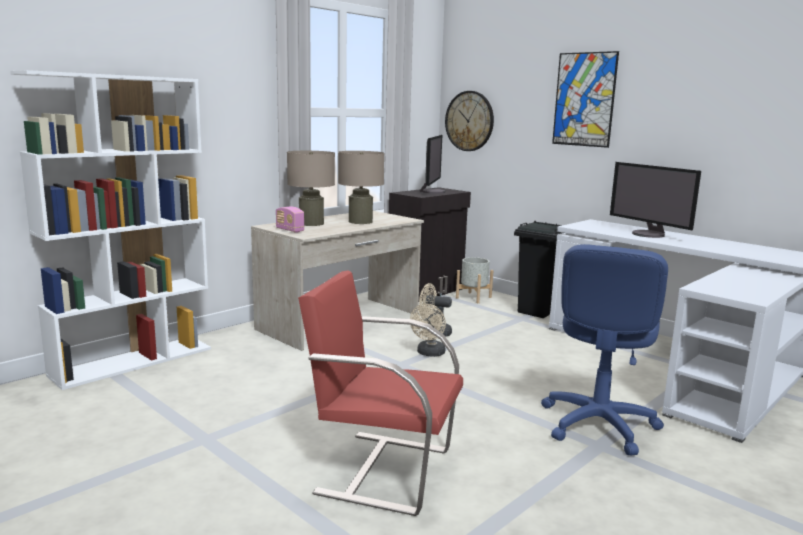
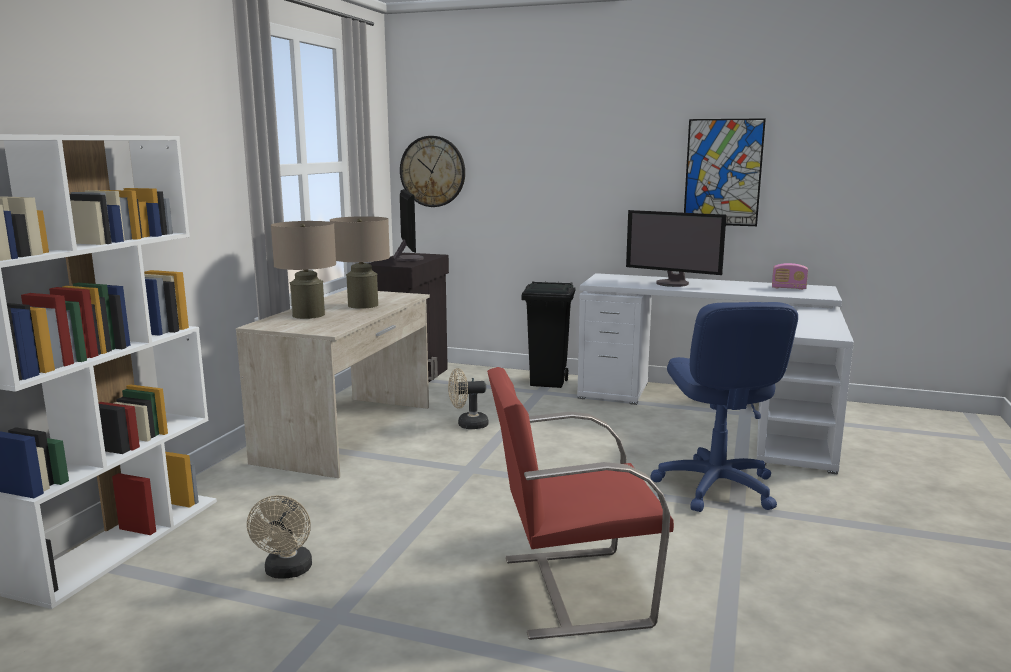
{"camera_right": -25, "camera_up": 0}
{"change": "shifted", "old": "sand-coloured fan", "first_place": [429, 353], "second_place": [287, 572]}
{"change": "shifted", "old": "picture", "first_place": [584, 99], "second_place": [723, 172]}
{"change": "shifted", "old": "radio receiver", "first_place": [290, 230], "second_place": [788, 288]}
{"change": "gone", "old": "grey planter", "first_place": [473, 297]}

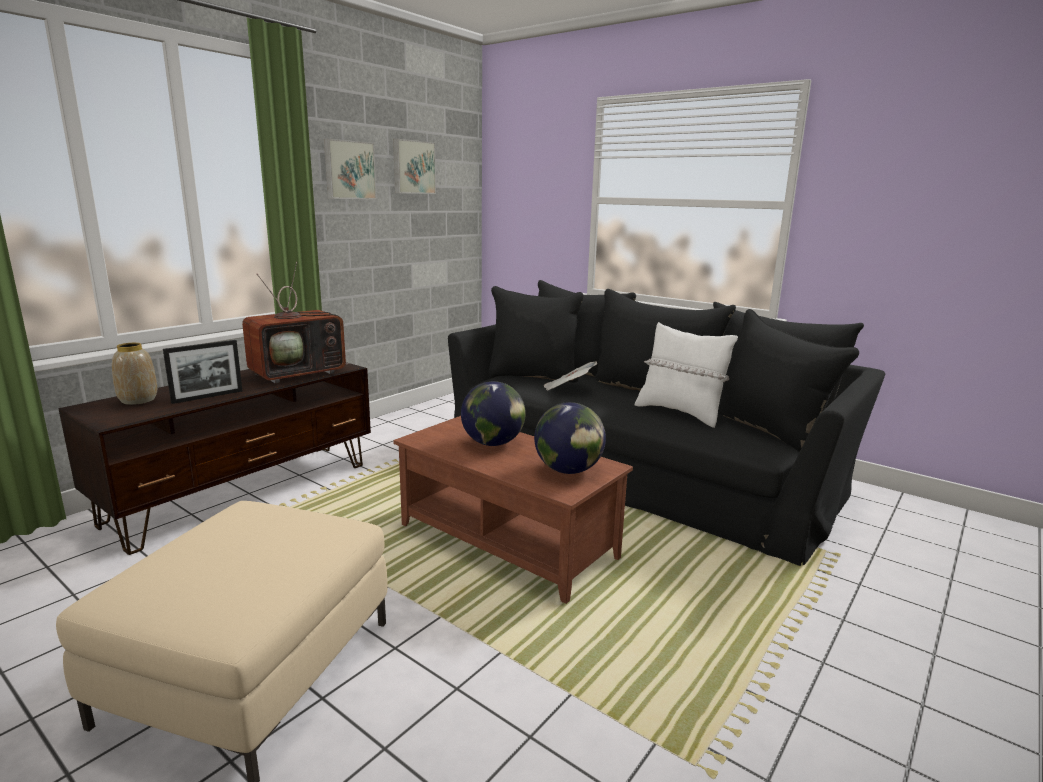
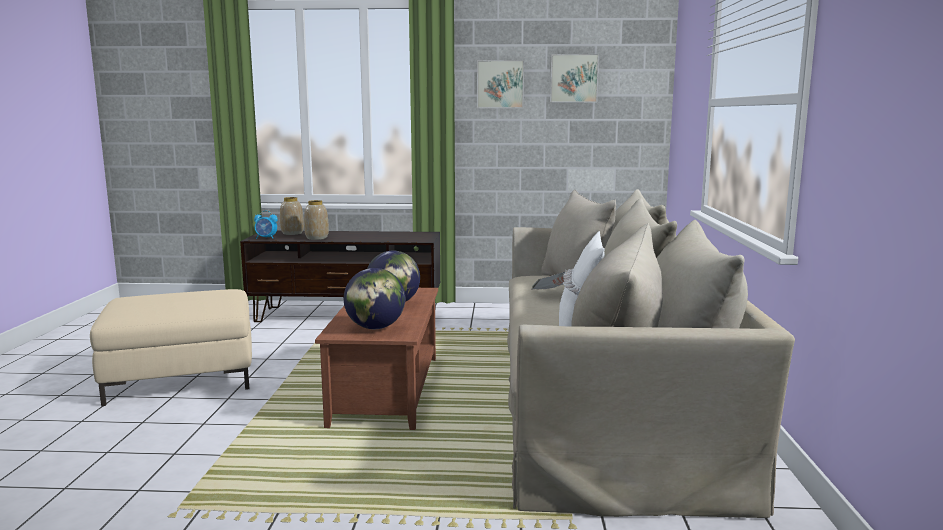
{"camera_right": 55, "camera_up": -5}
{"change": "new", "new": "bedside clock", "second_place": [266, 238]}
{"change": "swapped", "old": "photo frame", "new": "vase", "first_place": [207, 397], "second_place": [317, 238]}
{"change": "repainted", "old": "blackish couch", "new": "sand-coloured couch", "first_place": [638, 468], "second_place": [602, 399]}
{"change": "gone", "old": "TV", "first_place": [299, 373]}

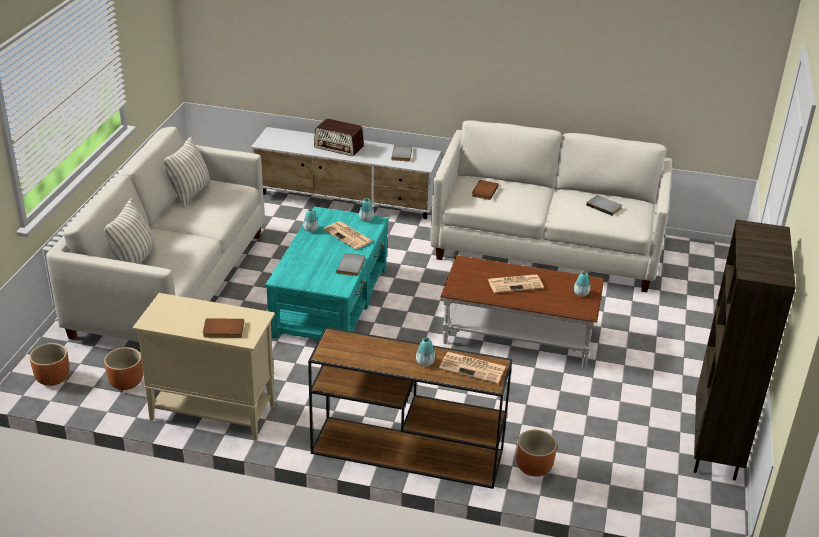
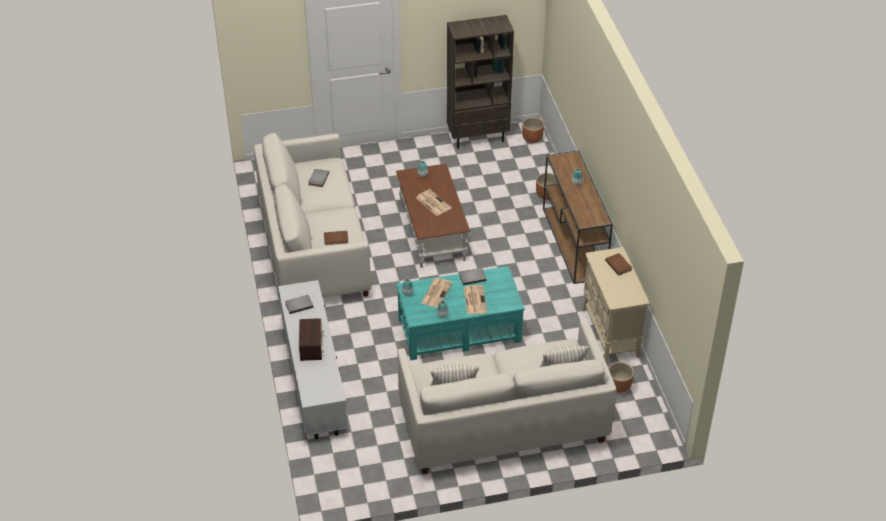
{"camera_right": -115, "camera_up": 10}
{"change": "shifted", "old": "newspaper", "first_place": [473, 368], "second_place": [474, 300]}
{"change": "shifted", "old": "brownish planter", "first_place": [53, 379], "second_place": [532, 138]}

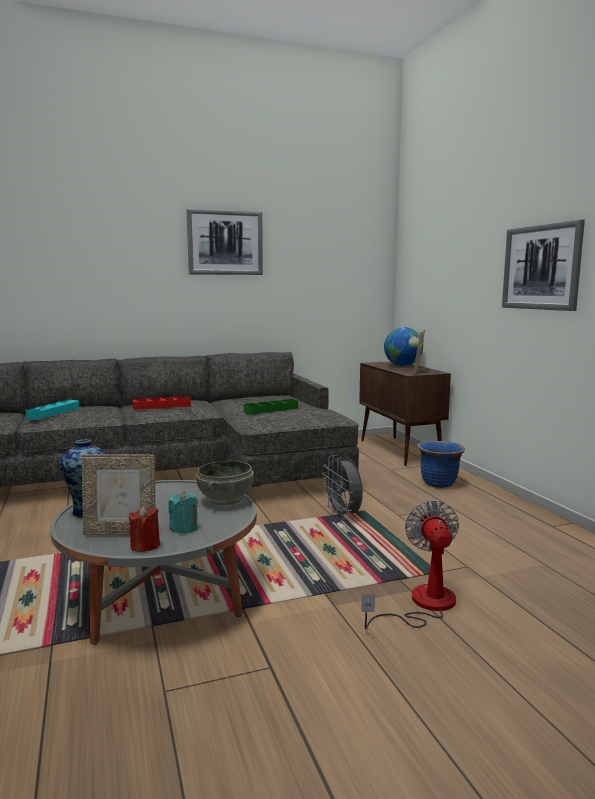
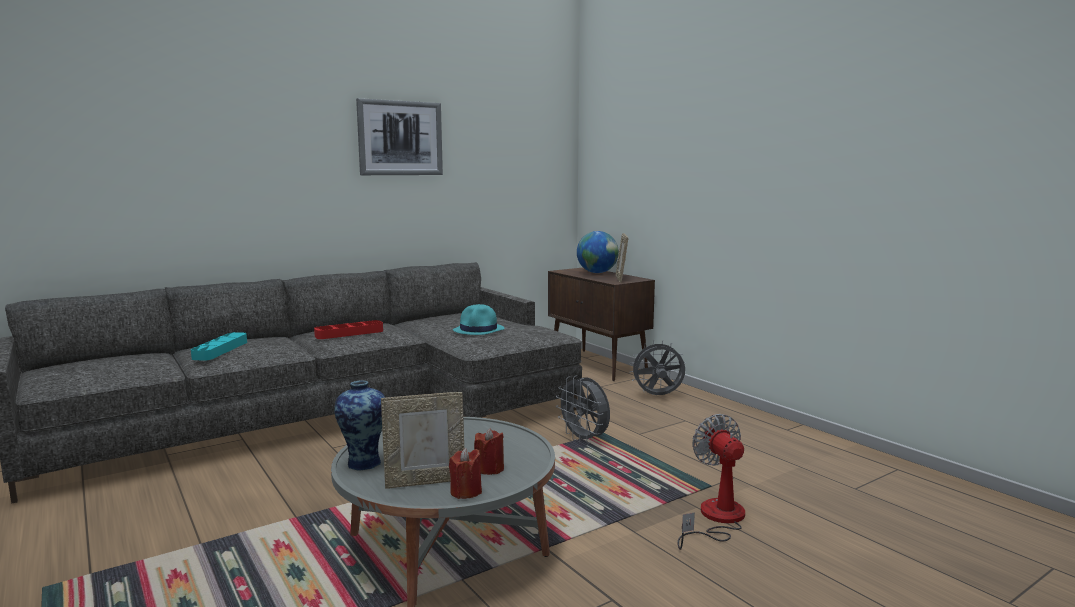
{"camera_right": -15, "camera_up": 0}
{"change": "swapped", "old": "green-coloured carrying tray", "new": "turquoise wearable hat", "first_place": [271, 410], "second_place": [479, 330]}
{"change": "repainted", "old": "turquoise wax candle", "new": "red-coloured wax candle", "first_place": [184, 528], "second_place": [489, 469]}
{"change": "swapped", "old": "bluish planter", "new": "grey fan", "first_place": [438, 483], "second_place": [657, 396]}
{"change": "gone", "old": "grey deep dish", "first_place": [226, 499]}
{"change": "gone", "old": "picture", "first_place": [541, 267]}

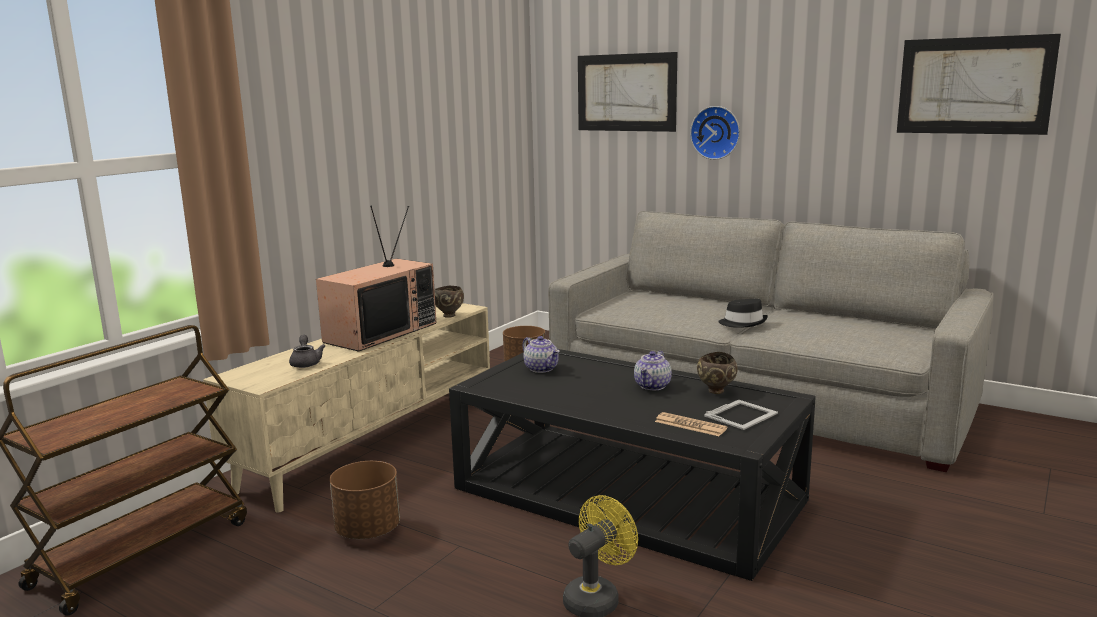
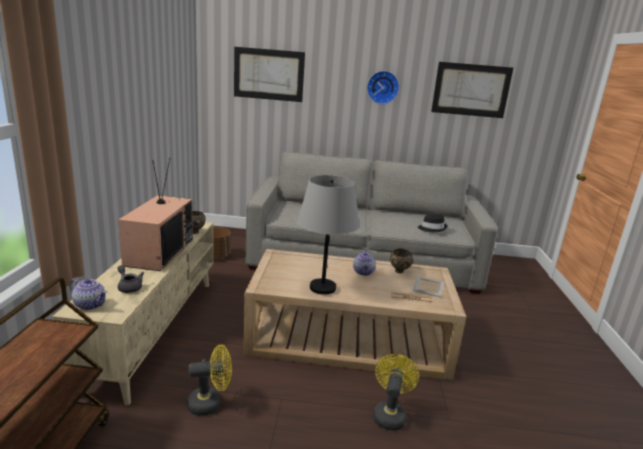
{"camera_right": -30, "camera_up": 5}
{"change": "shifted", "old": "tea pot", "first_place": [542, 368], "second_place": [90, 305]}
{"change": "swapped", "old": "brownish planter", "new": "yellow fan", "first_place": [368, 530], "second_place": [210, 403]}
{"change": "repainted", "old": "blackish lounge table", "new": "sand-coloured lounge table", "first_place": [628, 493], "second_place": [348, 337]}
{"change": "new", "new": "grey table lamp", "second_place": [322, 288]}
{"change": "shifted", "old": "wall clock", "first_place": [716, 132], "second_place": [382, 87]}
{"change": "shifted", "old": "blackish wearable hat", "first_place": [743, 323], "second_place": [432, 228]}

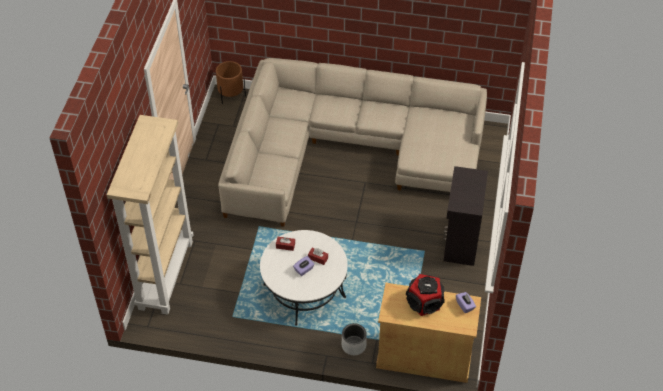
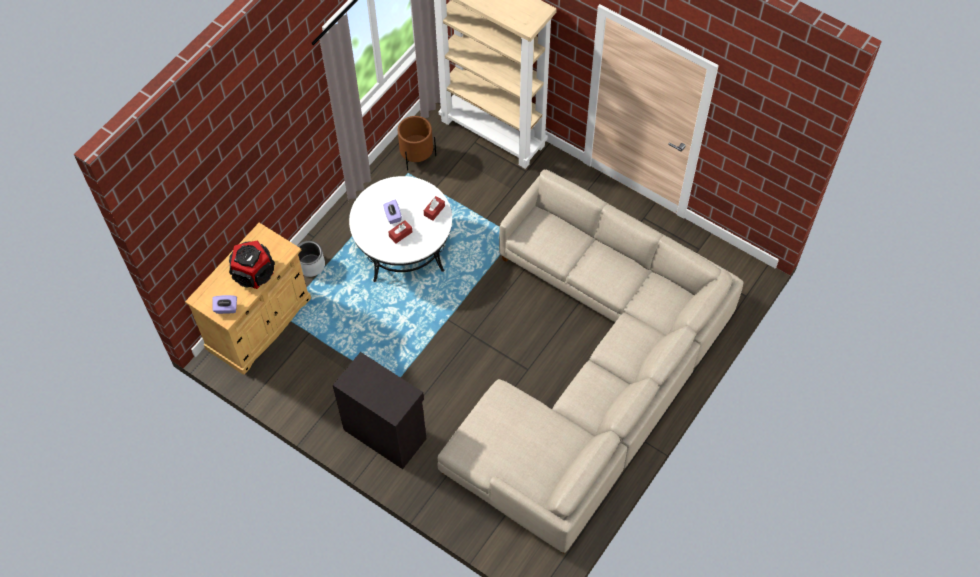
{"camera_right": 115, "camera_up": 10}
{"change": "shifted", "old": "brownish planter", "first_place": [231, 95], "second_place": [417, 156]}

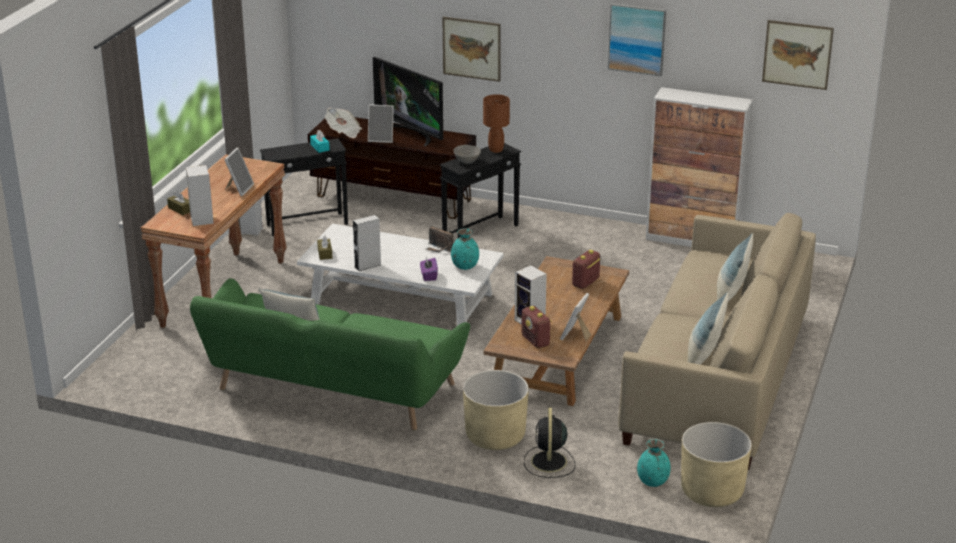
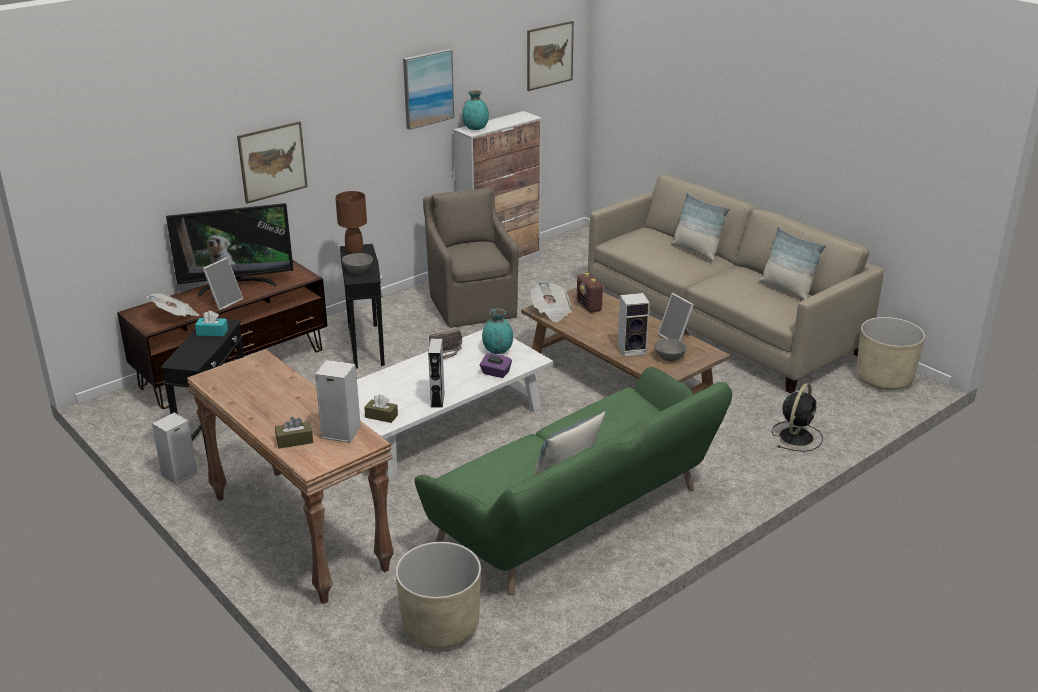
{"camera_right": -60, "camera_up": 0}
{"change": "shifted", "old": "sand-coloured planter", "first_place": [495, 436], "second_place": [441, 626]}
{"change": "new", "new": "brownish easy chair", "second_place": [472, 305]}
{"change": "shifted", "old": "turquoise vase", "first_place": [653, 481], "second_place": [475, 128]}
{"change": "new", "new": "newspaper", "second_place": [551, 312]}
{"change": "swapped", "old": "radio receiver", "new": "grey deep dish", "first_place": [535, 341], "second_place": [670, 357]}
{"change": "rotated", "old": "blackish fan", "first_place": [549, 462], "second_place": [796, 436], "degrees": -90}
{"change": "gone", "old": "photo frame", "first_place": [239, 189]}

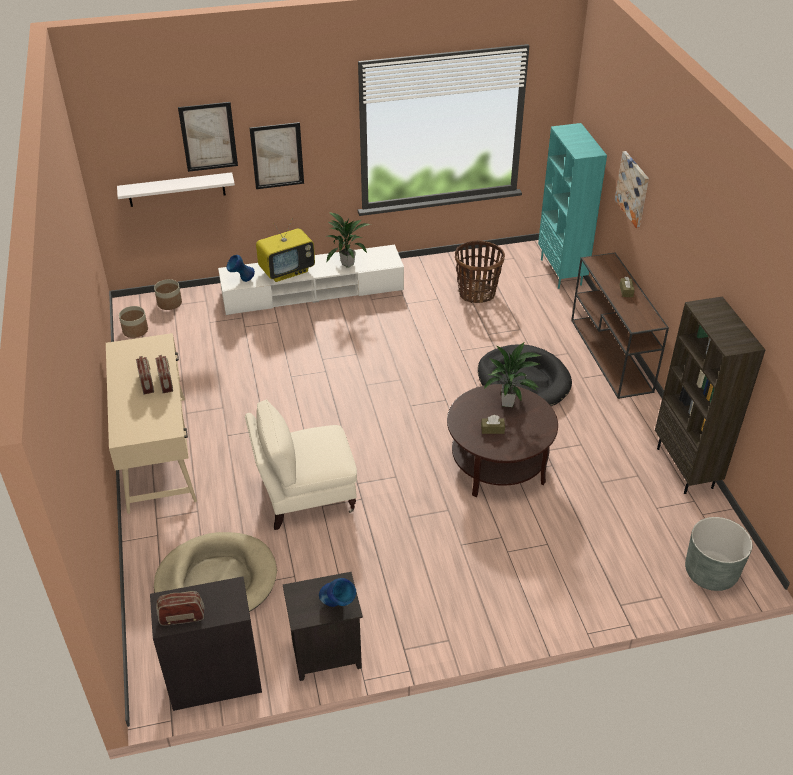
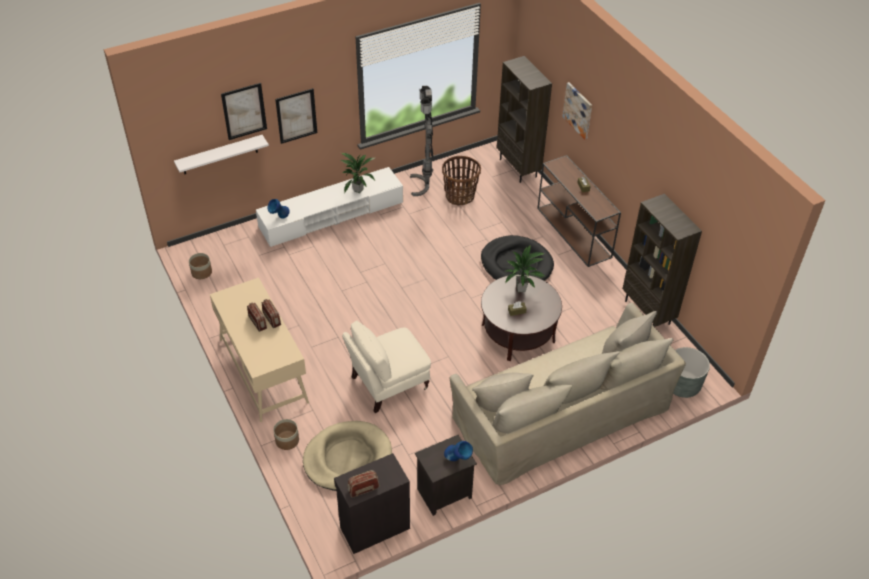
{"camera_right": -15, "camera_up": 5}
{"change": "shifted", "old": "planter", "first_place": [170, 303], "second_place": [287, 440]}
{"change": "new", "new": "grey standard lamp", "second_place": [425, 185]}
{"change": "new", "new": "sand-coloured couch", "second_place": [561, 411]}
{"change": "repainted", "old": "turquoise bookshelf", "new": "brownish bookshelf", "first_place": [561, 272], "second_place": [518, 168]}
{"change": "gone", "old": "TV", "first_place": [287, 271]}

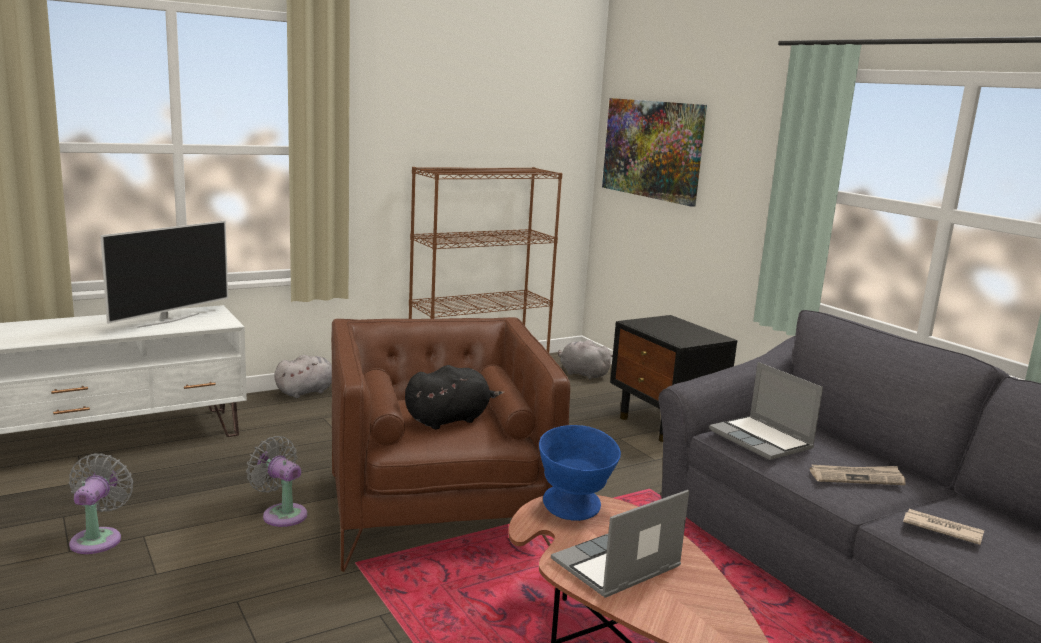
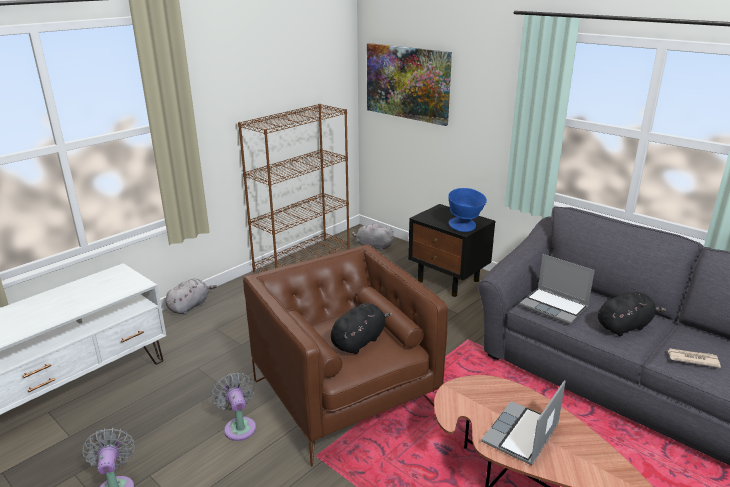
{"camera_right": -15, "camera_up": 10}
{"change": "rotated", "old": "grey fan", "first_place": [282, 514], "second_place": [239, 426], "degrees": 45}
{"change": "shifted", "old": "bluish deep dish", "first_place": [573, 512], "second_place": [465, 228]}
{"change": "swapped", "old": "newspaper", "new": "blackish soft toy", "first_place": [857, 477], "second_place": [625, 326]}
{"change": "gone", "old": "TV", "first_place": [168, 320]}

